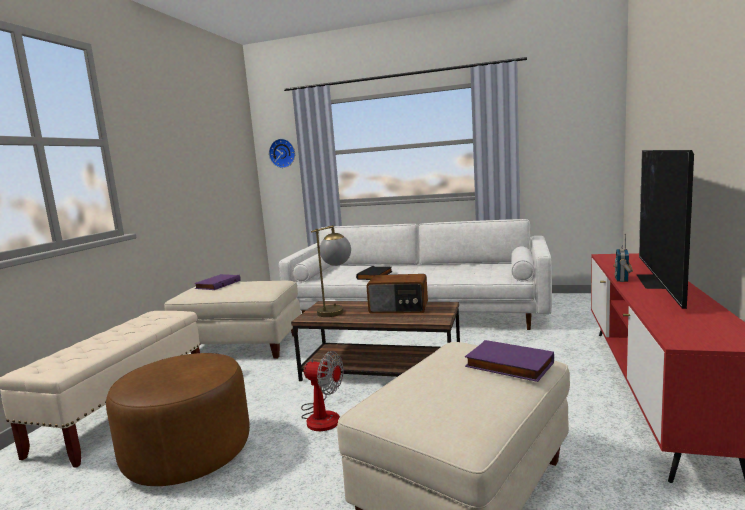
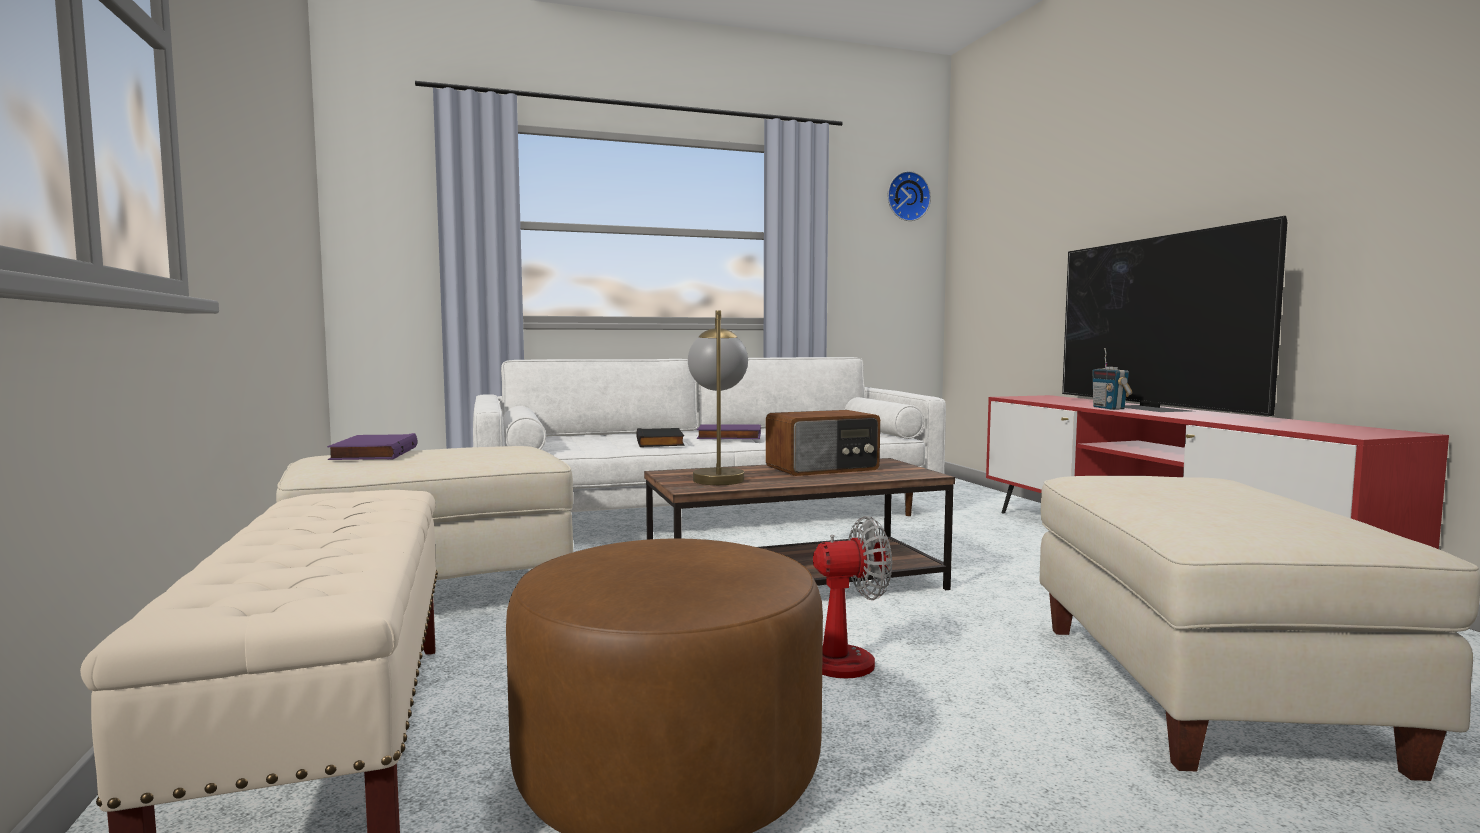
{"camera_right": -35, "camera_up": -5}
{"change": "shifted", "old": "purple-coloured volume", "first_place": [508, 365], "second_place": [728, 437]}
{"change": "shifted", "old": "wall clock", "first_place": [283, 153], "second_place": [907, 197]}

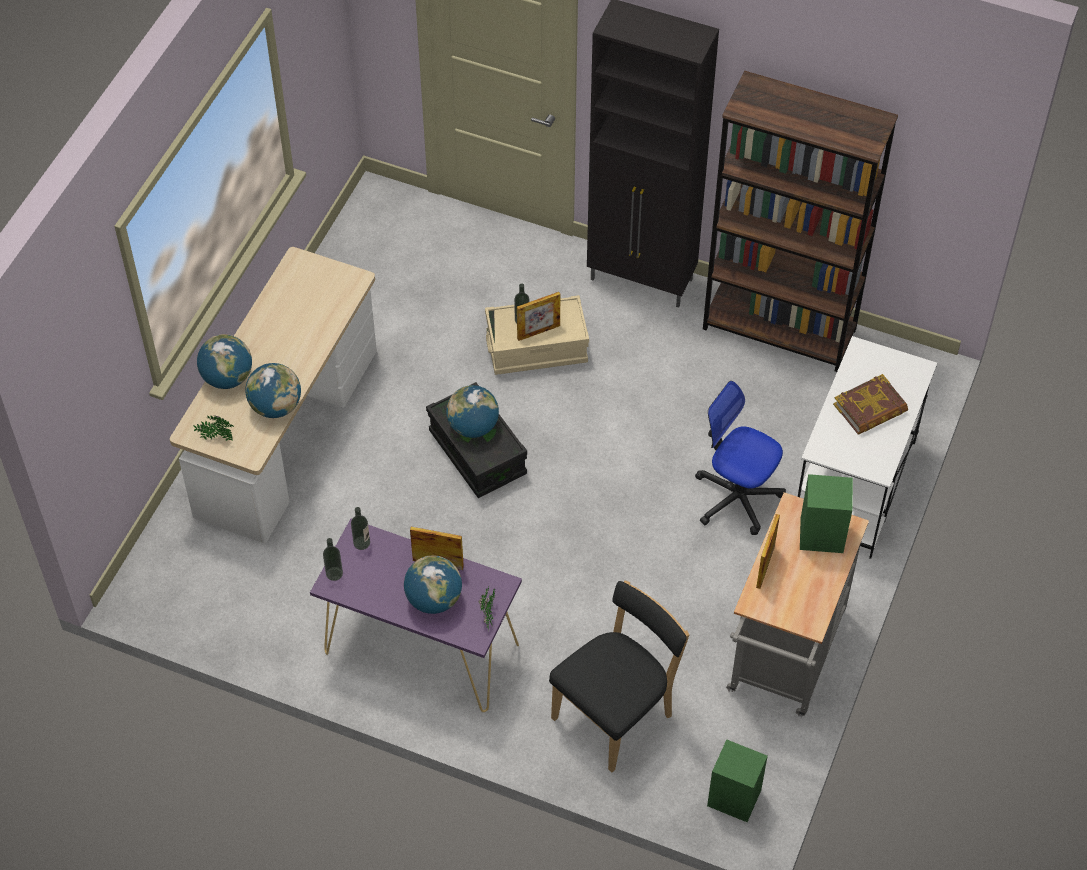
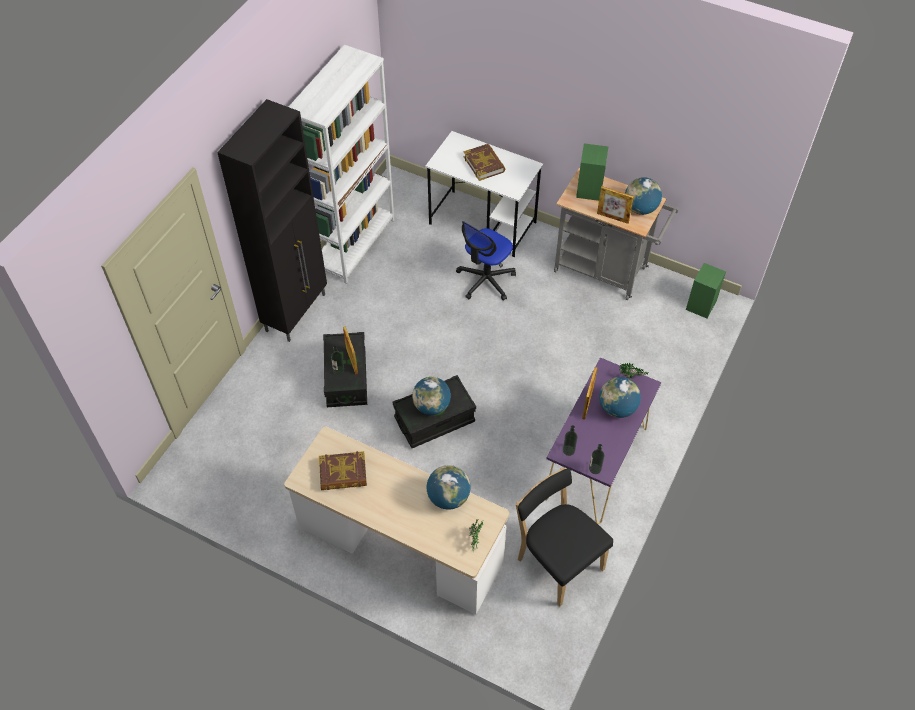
{"camera_right": -85, "camera_up": 0}
{"change": "repainted", "old": "brownish bookshelf", "new": "whitish bookshelf", "first_place": [779, 329], "second_place": [354, 244]}
{"change": "new", "new": "volume", "second_place": [343, 474]}
{"change": "repainted", "old": "sand-coloured storage bin", "new": "blackish storage bin", "first_place": [537, 349], "second_place": [346, 378]}
{"change": "shifted", "old": "blackish chair", "first_place": [617, 714], "second_place": [557, 561]}
{"change": "shifted", "old": "world globe", "first_place": [227, 378], "second_place": [640, 208]}

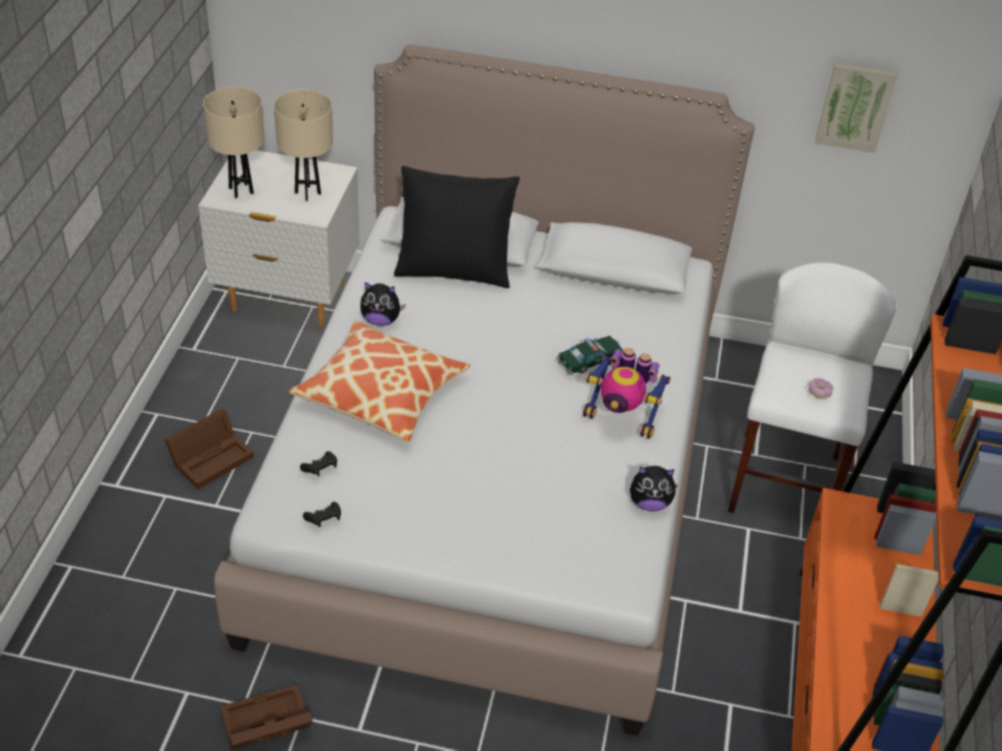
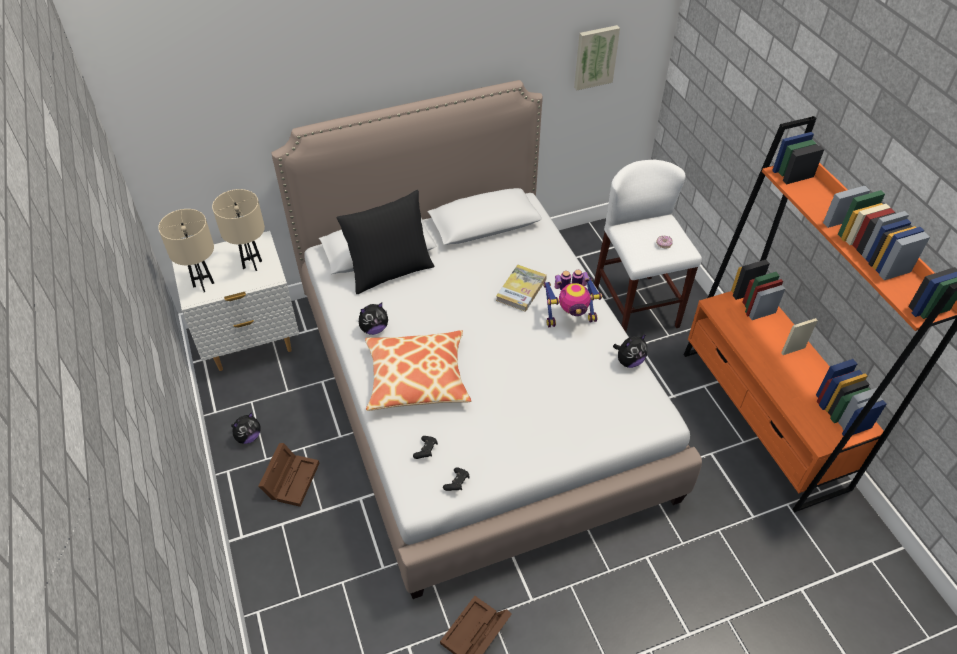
{"camera_right": -30, "camera_up": 5}
{"change": "new", "new": "soft toy", "second_place": [248, 437]}
{"change": "swapped", "old": "miniature car", "new": "volume", "first_place": [590, 360], "second_place": [521, 290]}

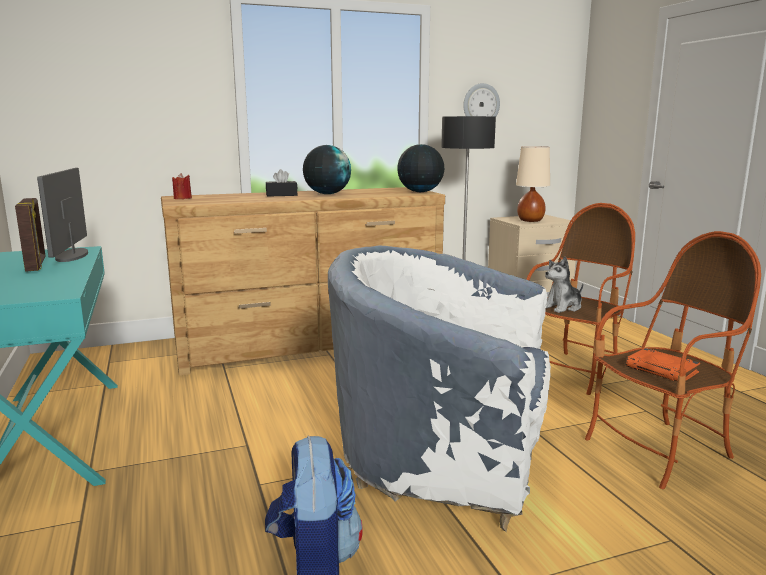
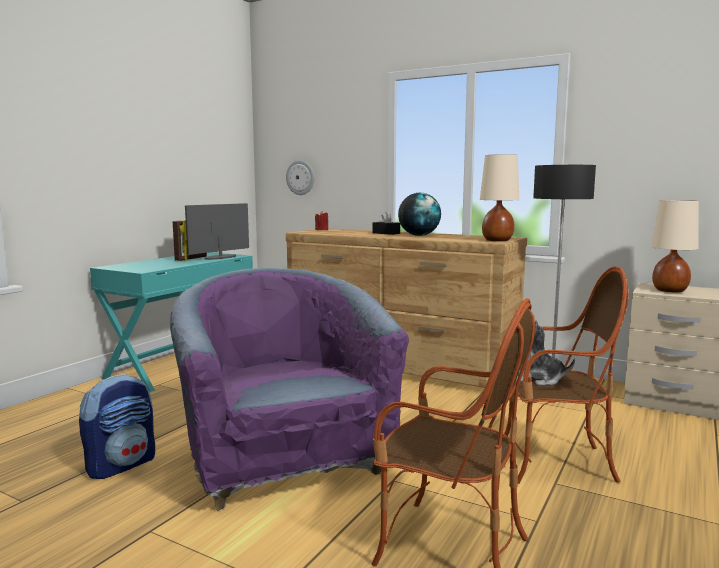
{"camera_right": 50, "camera_up": -5}
{"change": "repainted", "old": "whitish easy chair", "new": "purple-coloured easy chair", "first_place": [444, 464], "second_place": [285, 462]}
{"change": "shifted", "old": "wall clock", "first_place": [481, 104], "second_place": [300, 177]}
{"change": "swapped", "old": "world globe", "new": "sand-coloured table lamp", "first_place": [420, 192], "second_place": [497, 240]}
{"change": "gone", "old": "orange volume", "first_place": [662, 370]}

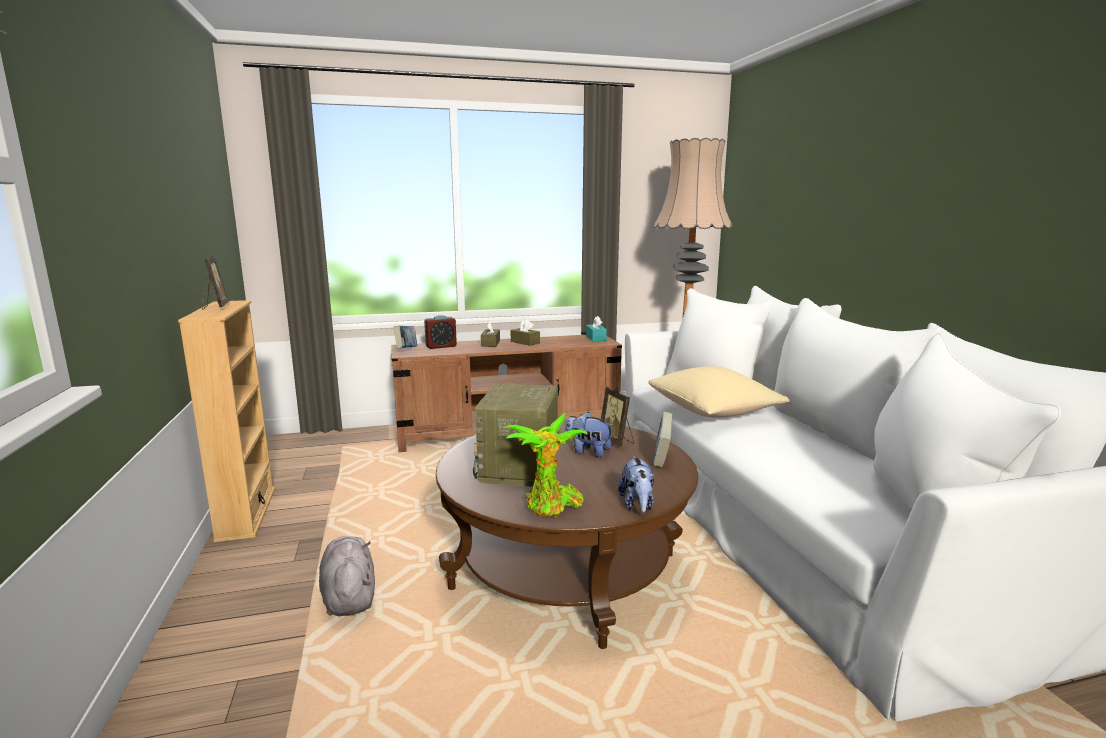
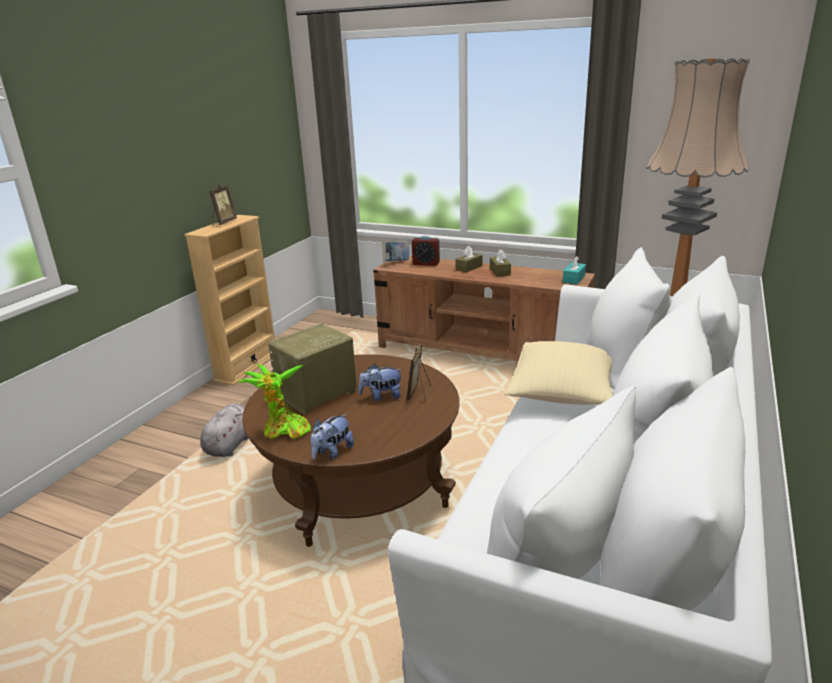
{"camera_right": 40, "camera_up": 10}
{"change": "rotated", "old": "soft toy", "first_place": [588, 451], "second_place": [381, 397], "degrees": -75}
{"change": "gone", "old": "volume", "first_place": [661, 458]}

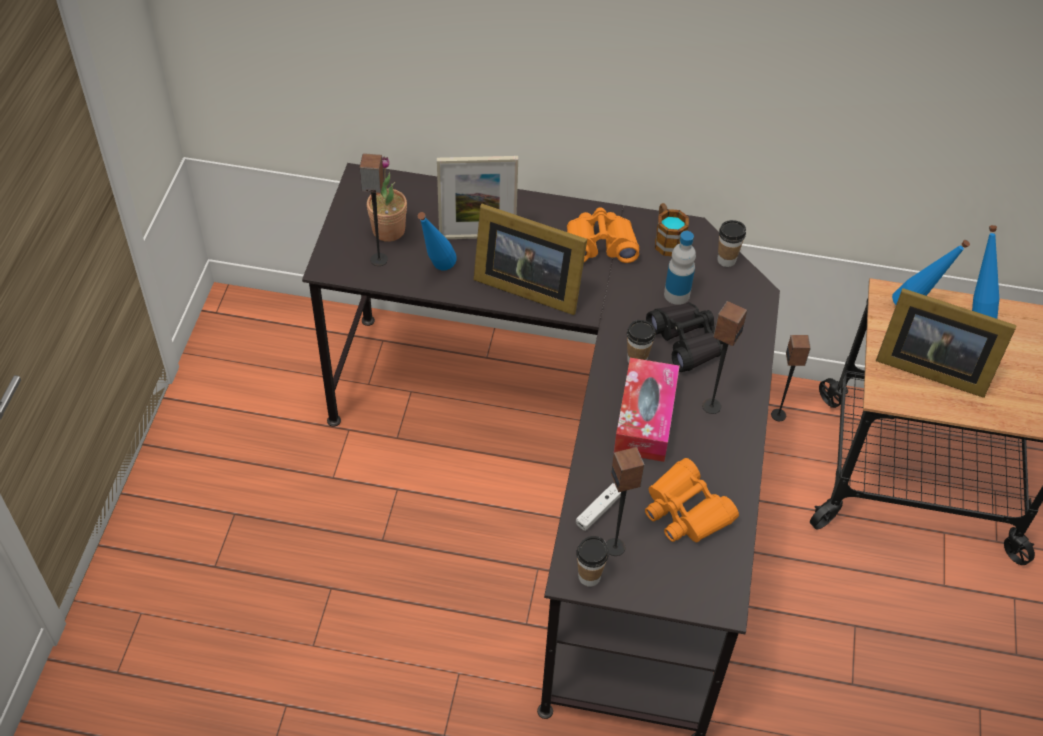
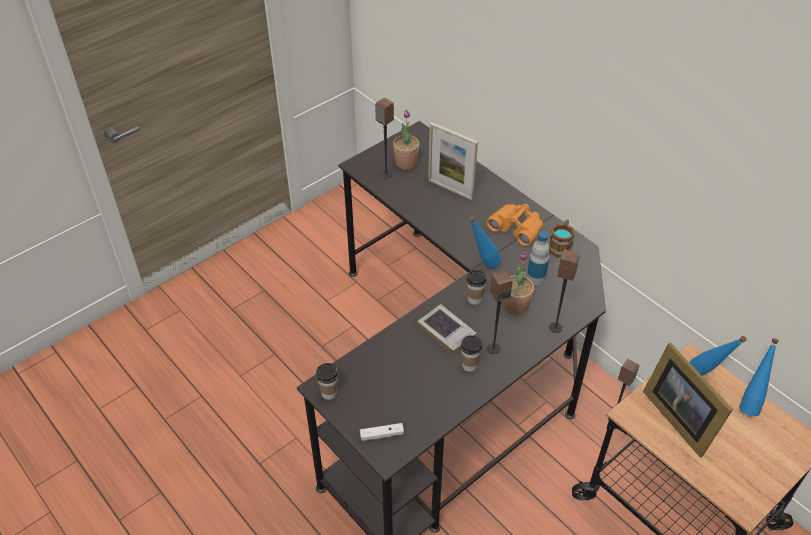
{"camera_right": 40, "camera_up": -5}
{"change": "shifted", "old": "whitish gamepad", "first_place": [598, 510], "second_place": [382, 435]}
{"change": "swapped", "old": "box of tissues", "new": "volume", "first_place": [645, 418], "second_place": [447, 332]}
{"change": "shifted", "old": "drinking cup", "first_place": [726, 260], "second_place": [469, 365]}
{"change": "shifted", "old": "bluish drink bottle", "first_place": [436, 271], "second_place": [482, 266]}
{"change": "swapped", "old": "blackish binoculars", "new": "plant in a pot", "first_place": [687, 341], "second_place": [515, 306]}
{"change": "shifted", "old": "audio speaker", "first_place": [615, 547], "second_place": [556, 327]}
{"change": "gone", "old": "photo frame", "first_place": [526, 285]}
{"change": "gone", "old": "orange binoculars", "first_place": [685, 511]}

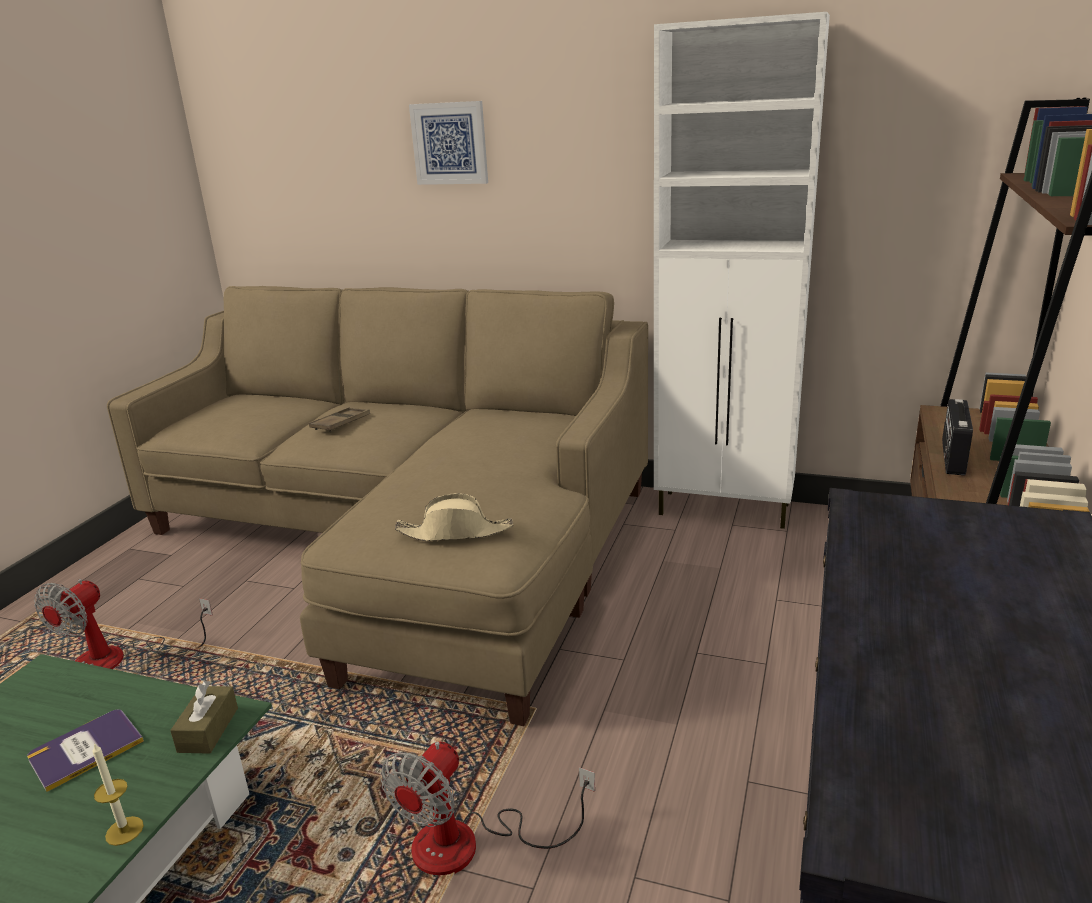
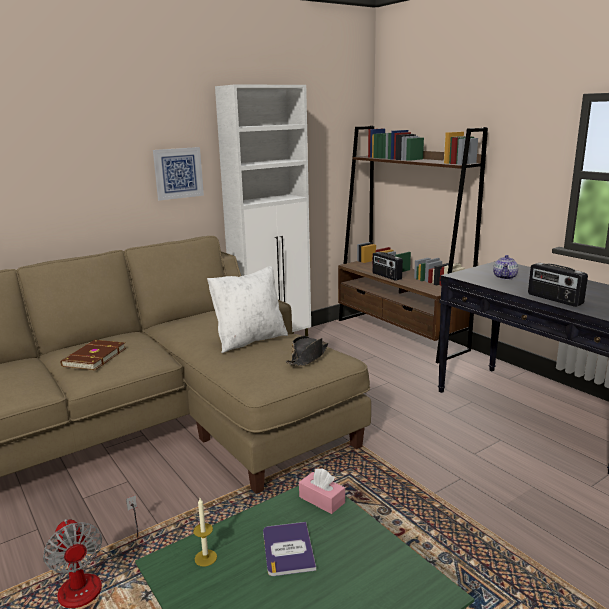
{"camera_right": -55, "camera_up": -5}
{"change": "swapped", "old": "brownish carrying tray", "new": "brownish volume", "first_place": [340, 423], "second_place": [93, 357]}
{"change": "shifted", "old": "picture", "first_place": [450, 143], "second_place": [178, 173]}
{"change": "shifted", "old": "wax candle", "first_place": [124, 831], "second_place": [205, 558]}
{"change": "new", "new": "whitish throw pillow", "second_place": [249, 340]}
{"change": "repainted", "old": "sand-coloured wearable hat", "new": "blackish wearable hat", "first_place": [455, 532], "second_place": [308, 357]}
{"change": "repainted", "old": "brownish box of tissues", "new": "pink-coloured box of tissues", "first_place": [208, 730], "second_place": [322, 500]}
{"change": "new", "new": "tea pot", "second_place": [505, 277]}
{"change": "new", "new": "radio receiver", "second_place": [554, 299]}
{"change": "gone", "old": "fan", "first_place": [469, 844]}

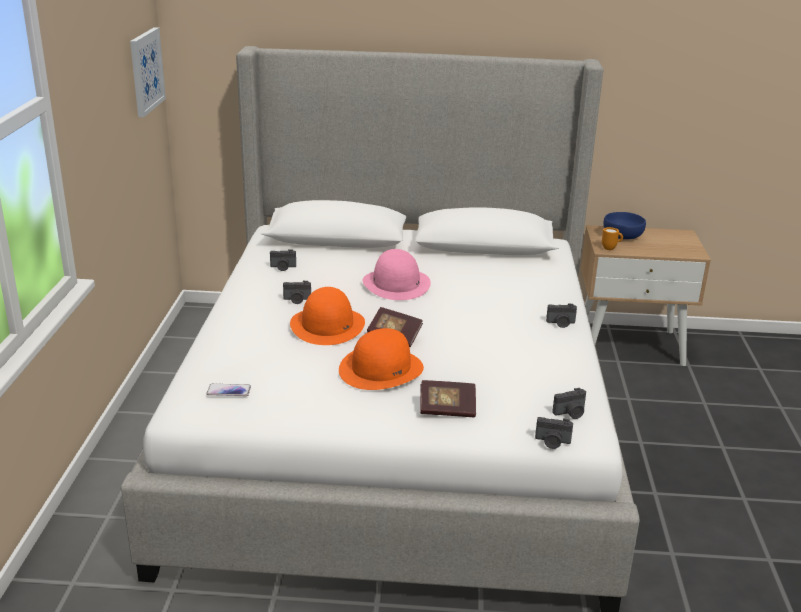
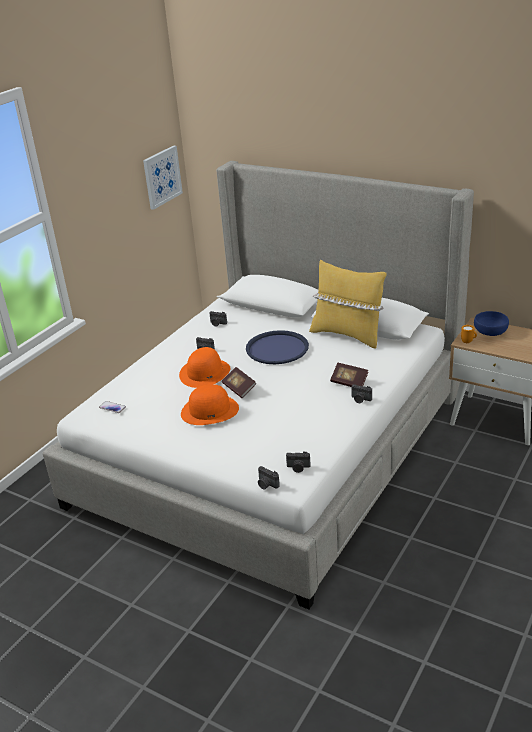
{"camera_right": 30, "camera_up": 5}
{"change": "swapped", "old": "pink-coloured wearable hat", "new": "bluish carrying tray", "first_place": [396, 284], "second_place": [277, 348]}
{"change": "new", "new": "yellow throw pillow", "second_place": [347, 335]}
{"change": "shifted", "old": "volume", "first_place": [447, 409], "second_place": [349, 382]}

